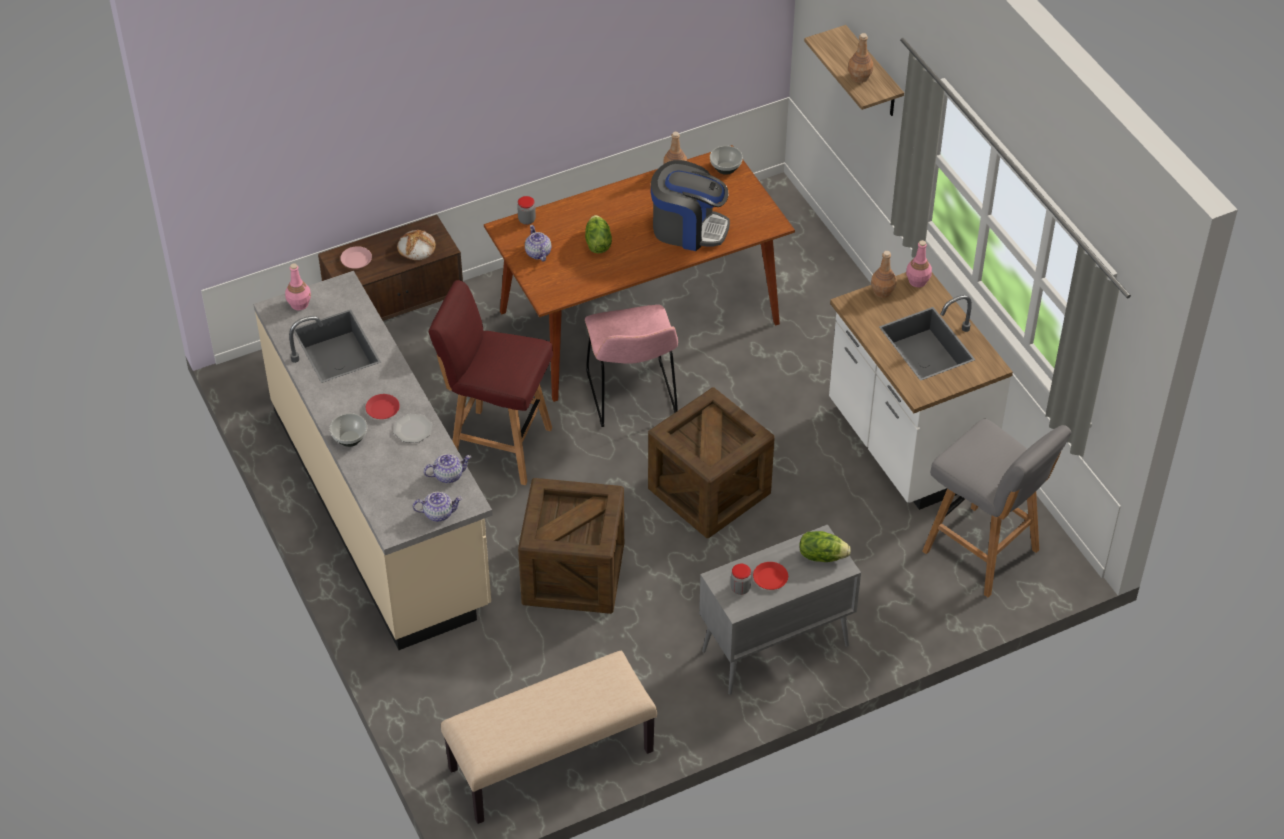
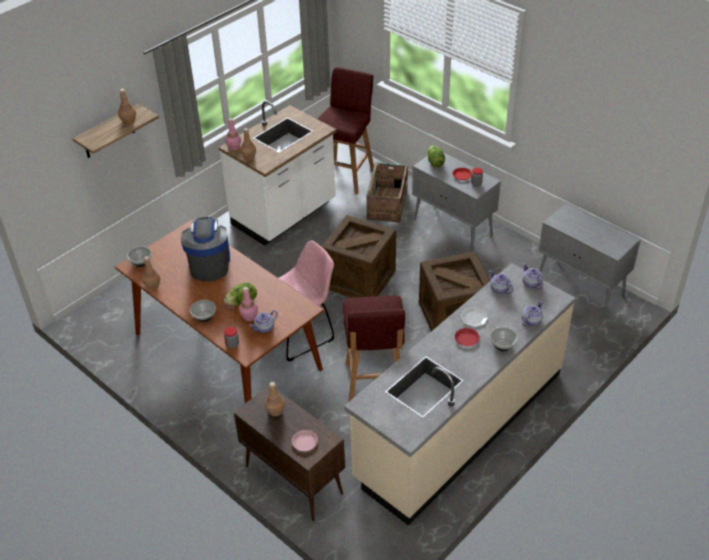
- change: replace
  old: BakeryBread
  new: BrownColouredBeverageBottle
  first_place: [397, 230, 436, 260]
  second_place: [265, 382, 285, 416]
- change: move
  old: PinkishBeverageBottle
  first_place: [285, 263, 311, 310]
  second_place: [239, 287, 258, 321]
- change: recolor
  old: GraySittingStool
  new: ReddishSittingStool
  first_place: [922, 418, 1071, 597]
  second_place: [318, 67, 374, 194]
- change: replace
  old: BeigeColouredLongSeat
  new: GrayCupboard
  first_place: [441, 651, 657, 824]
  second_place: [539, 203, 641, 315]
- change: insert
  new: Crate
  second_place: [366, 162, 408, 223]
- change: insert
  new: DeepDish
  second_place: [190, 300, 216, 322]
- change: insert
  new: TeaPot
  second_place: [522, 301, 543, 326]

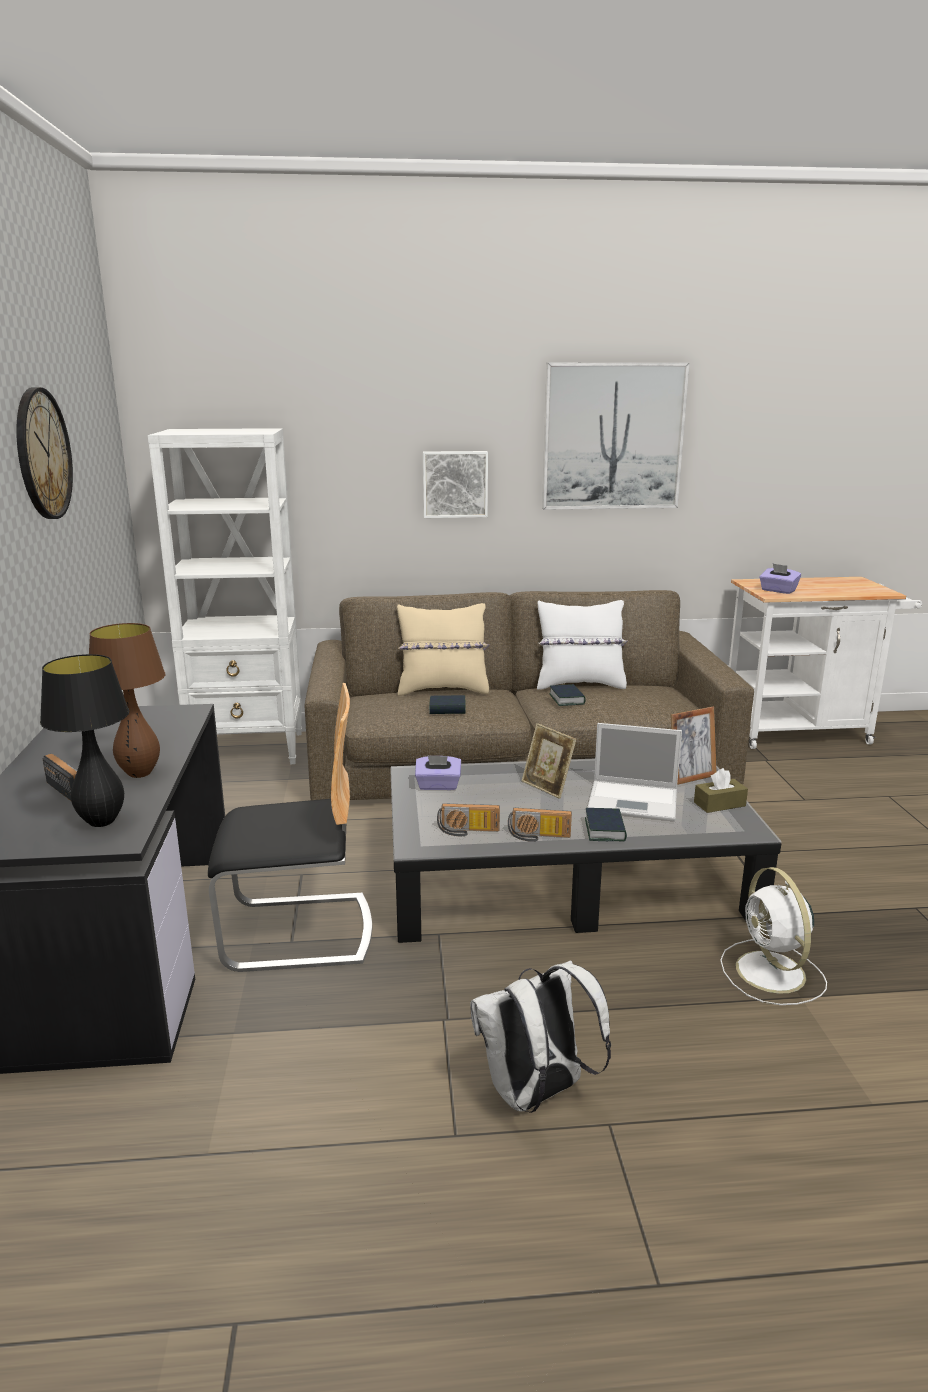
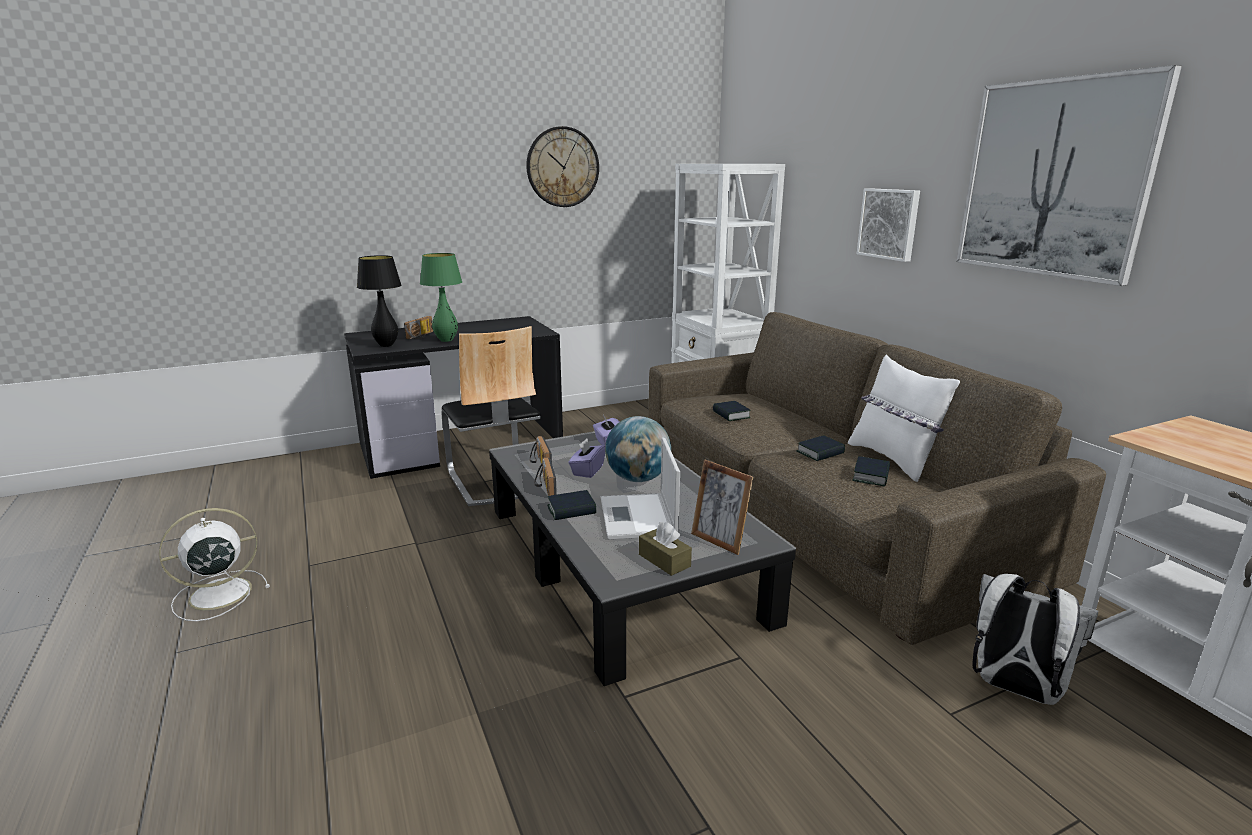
- change: move
  old: PurplishBoxOfTissues
  first_place: [759, 564, 801, 594]
  second_place: [569, 438, 605, 478]
- change: delete
  old: BeigeColouredThrowPillow
  first_place: [397, 603, 489, 695]
- change: recolor
  old: BrownColouredTabletopLamp
  new: GreenTabletopLamp
  first_place: [89, 623, 165, 778]
  second_place: [420, 253, 462, 342]
- change: replace
  old: PhotoFrame
  new: WorldGlobe
  first_place: [522, 723, 576, 799]
  second_place: [605, 416, 671, 482]
- change: move
  old: WhiteColouredElectricFan
  first_place: [720, 867, 827, 1005]
  second_place: [159, 508, 270, 621]
- change: move
  old: WhiteColouredKnapsack
  first_place: [470, 960, 611, 1113]
  second_place: [973, 574, 1098, 705]
- change: insert
  new: Book
  second_place: [852, 456, 890, 487]

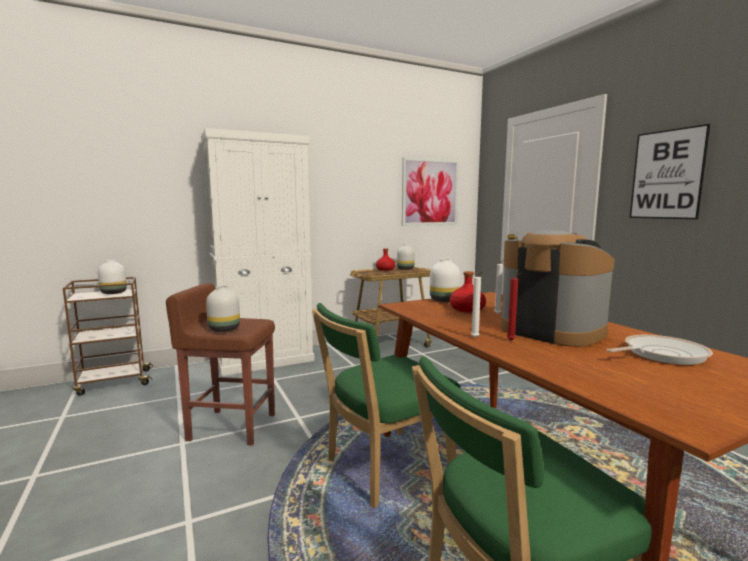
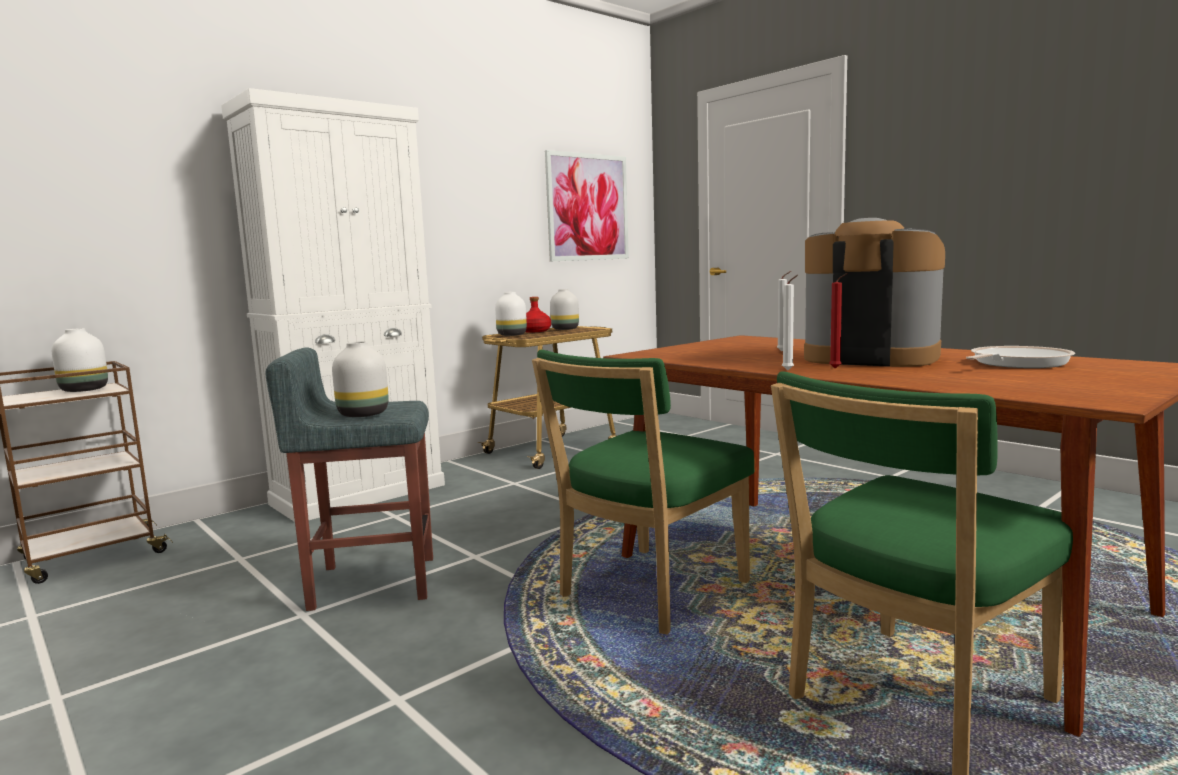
- change: delete
  old: WallArt
  first_place: [630, 124, 710, 219]
- change: move
  old: WhiteColouredFlowerVase
  first_place: [430, 258, 460, 302]
  second_place: [495, 292, 527, 336]
- change: delete
  old: ReddishBeverageBottle
  first_place: [450, 271, 486, 312]
- change: recolor
  old: BrownColouredSittingStool
  new: GraySittingStool
  first_place: [166, 283, 275, 446]
  second_place: [266, 347, 433, 611]

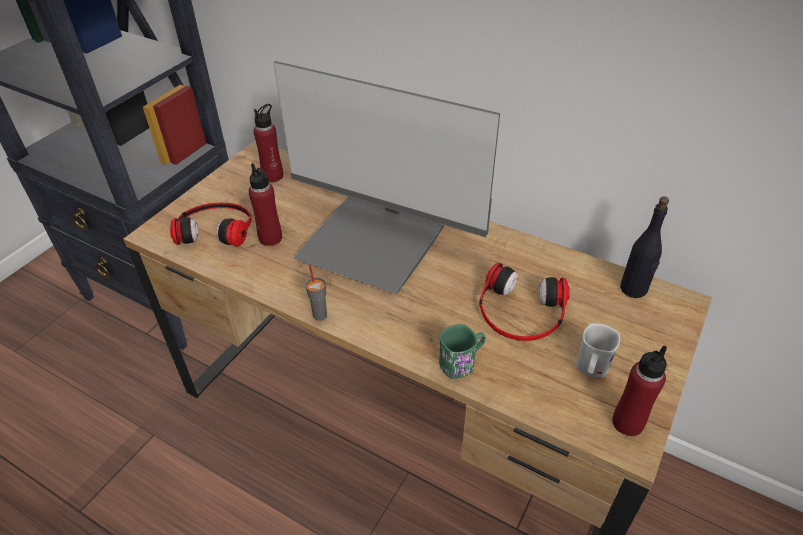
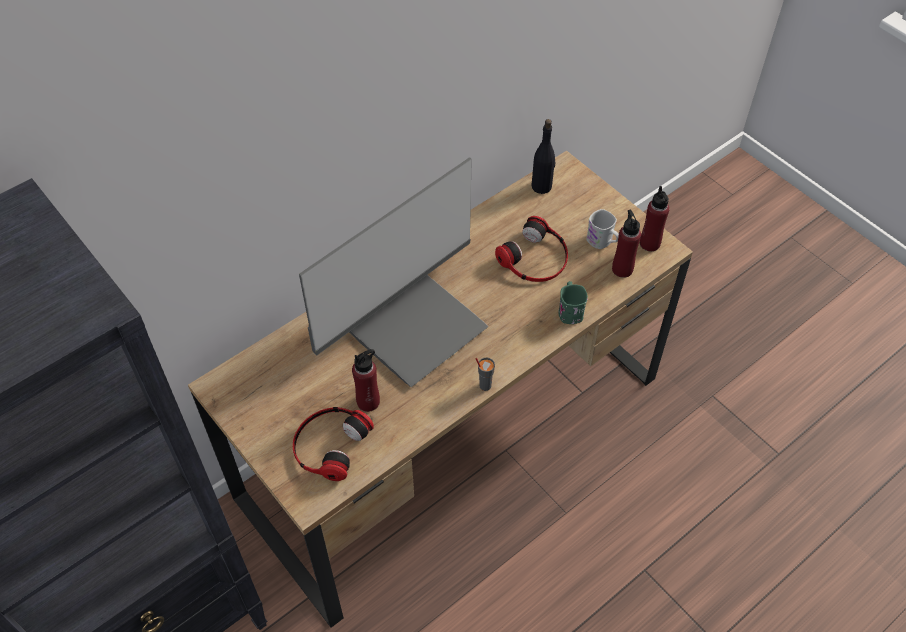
- change: move
  old: ReddishBeverageBottle
  first_place: [253, 104, 283, 183]
  second_place: [612, 210, 641, 278]

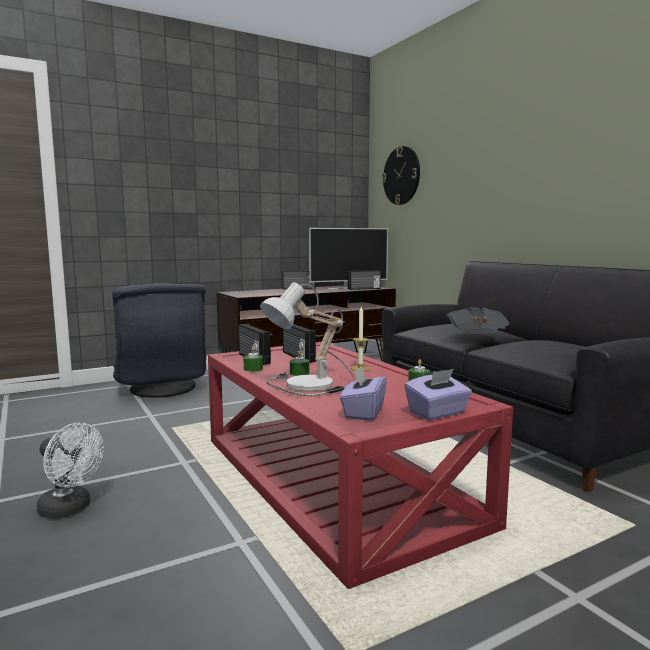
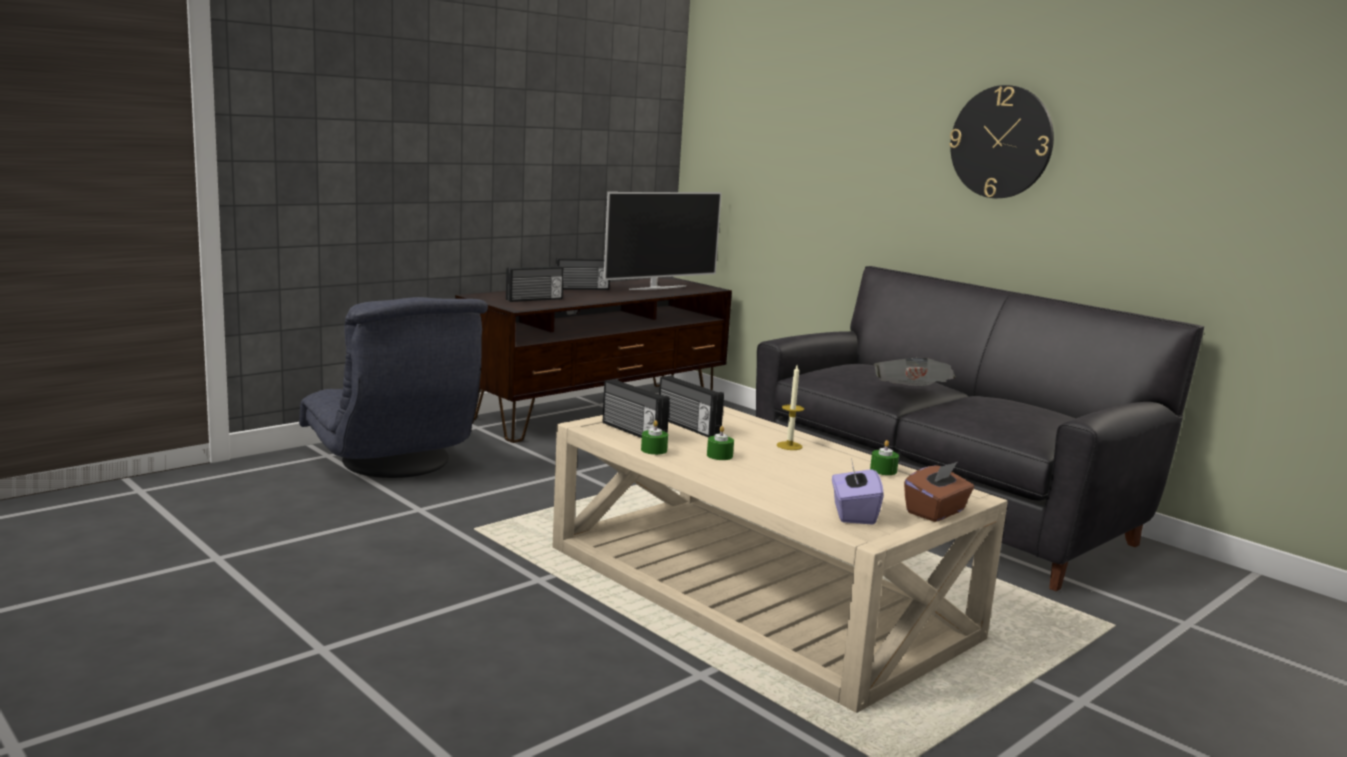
- change: move
  old: HangingClock
  first_place: [382, 146, 420, 205]
  second_place: [949, 85, 1054, 198]
- change: move
  old: Radio
  first_place: [348, 270, 381, 290]
  second_place: [506, 266, 564, 302]
- change: delete
  old: TabletopLamp
  first_place: [260, 282, 355, 396]
- change: recolor
  old: ReddishCoffeeTable
  new: BeigeColouredCoffeeTable
  first_place: [208, 342, 513, 589]
  second_place: [553, 406, 1008, 713]
- change: recolor
  old: PurplishBoxOfTissues
  new: BrownColouredBoxOfTissues
  first_place: [405, 369, 472, 420]
  second_place: [904, 462, 974, 522]
- change: delete
  old: WhiteColouredElectricFan
  first_place: [37, 423, 104, 518]

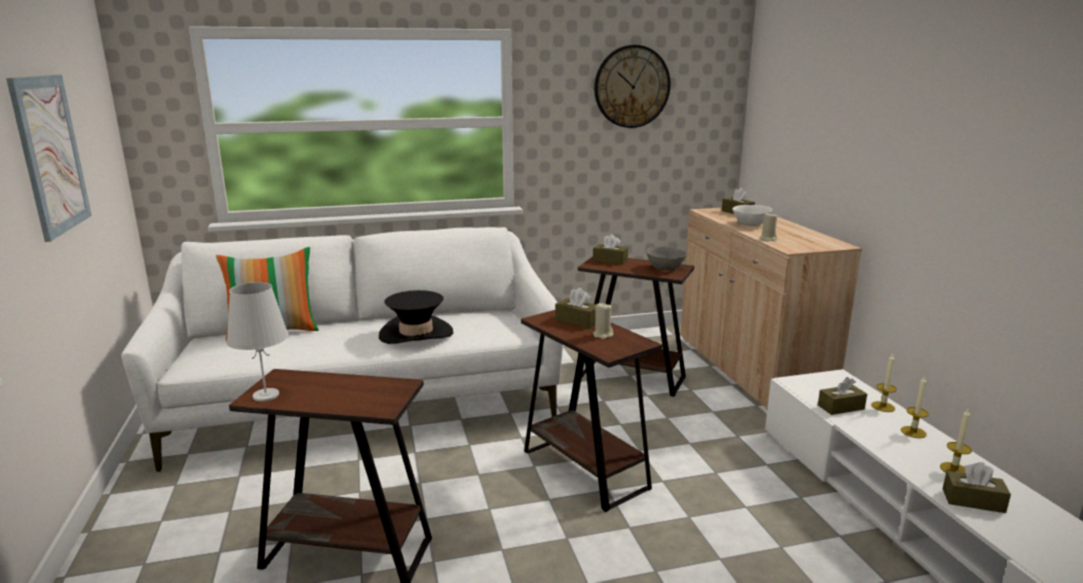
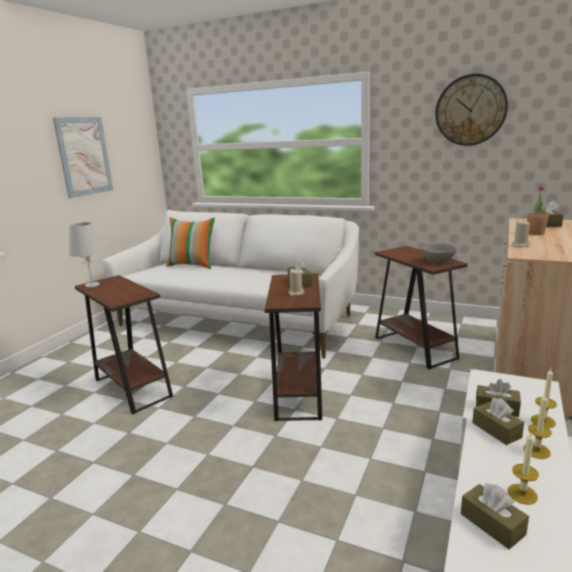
- change: replace
  old: WhiteColouredDeepDish
  new: PlantInAPot
  first_place: [733, 205, 772, 226]
  second_place: [527, 185, 549, 235]
- change: move
  old: BrownColouredBoxOfTissues
  first_place: [593, 234, 628, 265]
  second_place: [472, 398, 524, 445]
- change: delete
  old: BlackishClothingHat
  first_place: [379, 290, 453, 344]

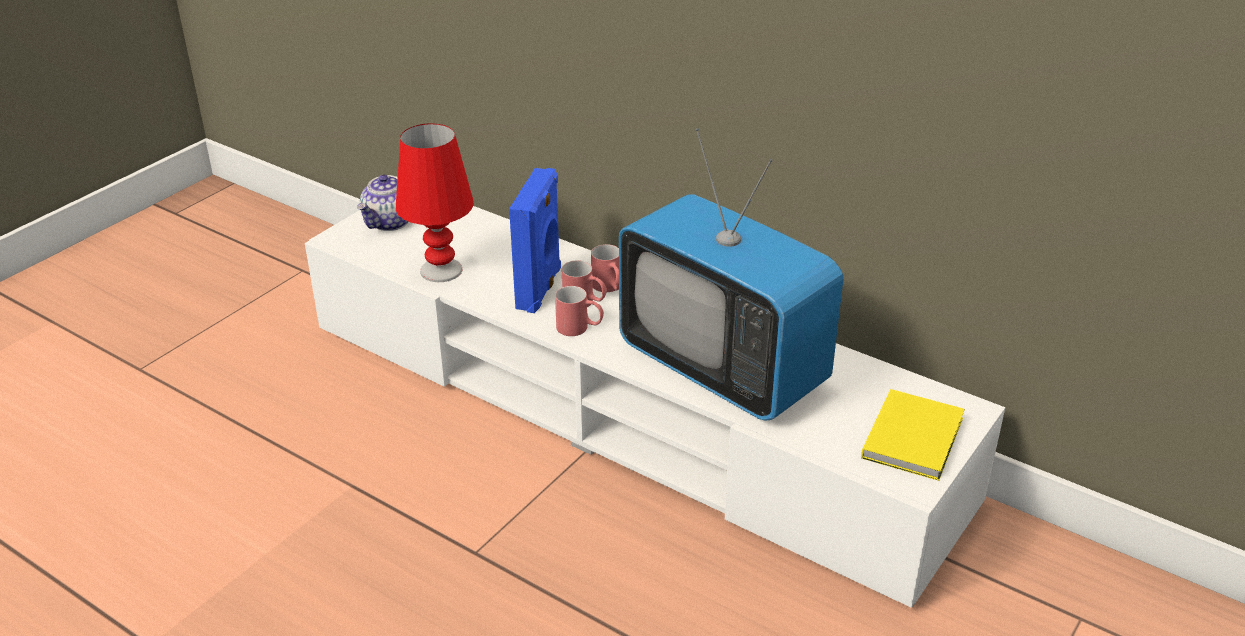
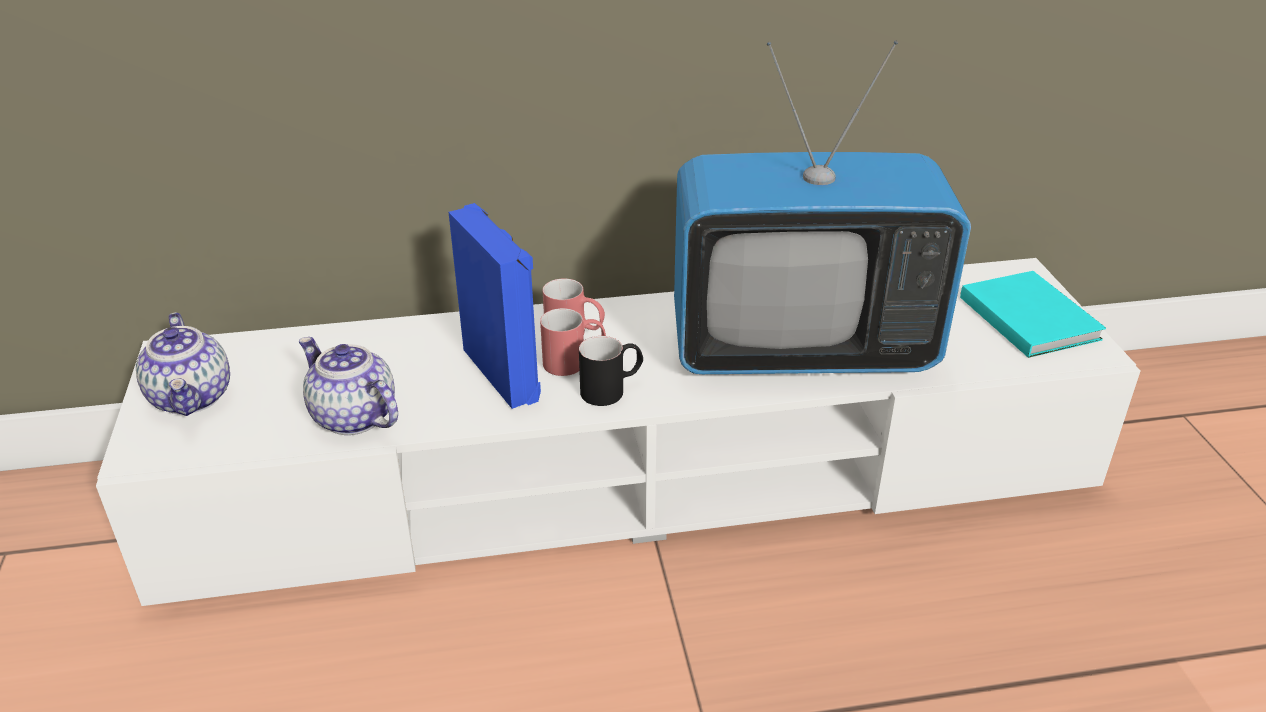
- change: replace
  old: ReddishTabletopLamp
  new: TeaPot
  first_place: [396, 123, 474, 282]
  second_place: [299, 337, 398, 435]
- change: recolor
  old: ReddishTeaMug
  new: BlackishTeaMug
  first_place: [555, 286, 604, 336]
  second_place: [579, 336, 643, 406]
- change: recolor
  old: YellowColouredBook
  new: BlueGreenBook
  first_place: [861, 389, 965, 481]
  second_place: [960, 271, 1106, 358]

